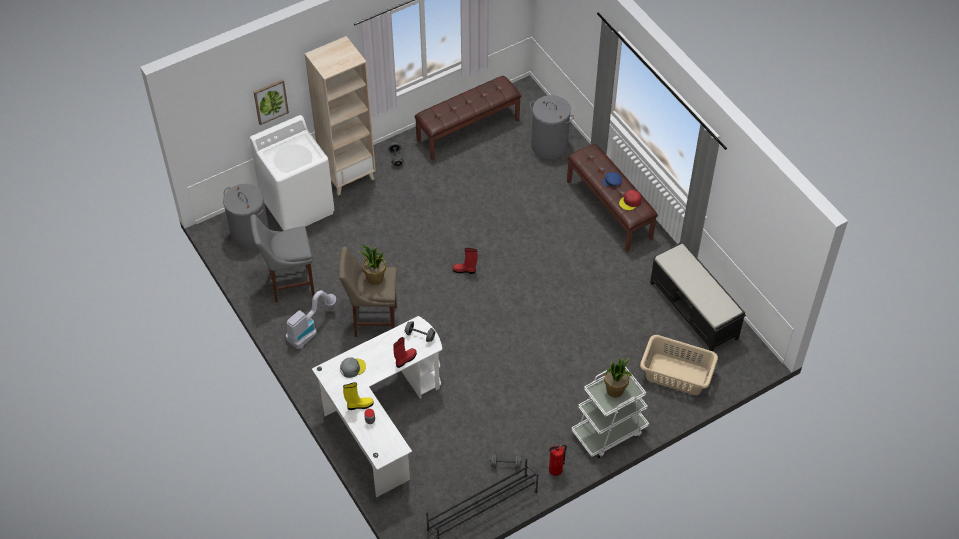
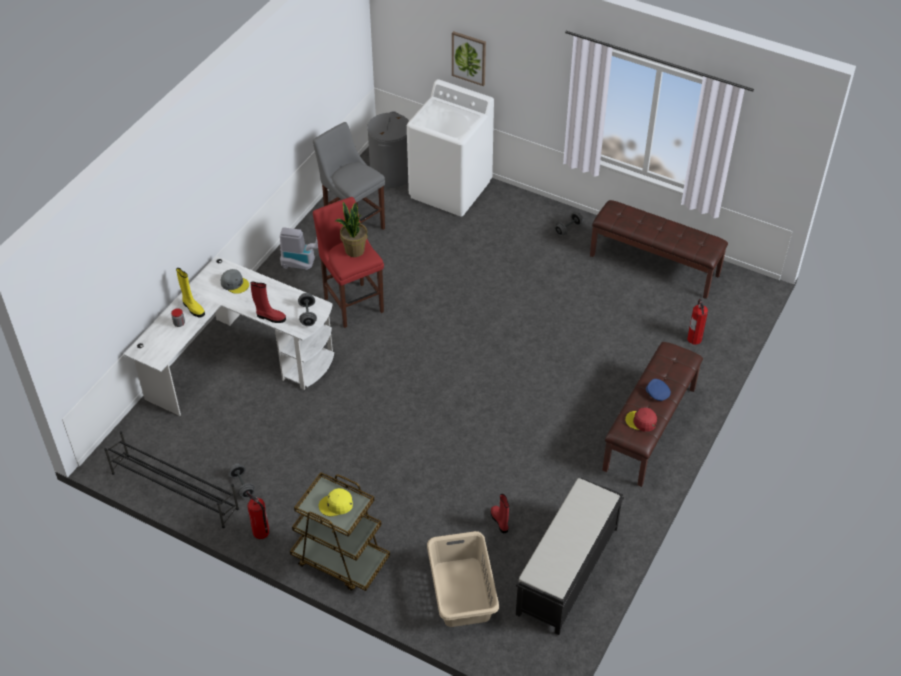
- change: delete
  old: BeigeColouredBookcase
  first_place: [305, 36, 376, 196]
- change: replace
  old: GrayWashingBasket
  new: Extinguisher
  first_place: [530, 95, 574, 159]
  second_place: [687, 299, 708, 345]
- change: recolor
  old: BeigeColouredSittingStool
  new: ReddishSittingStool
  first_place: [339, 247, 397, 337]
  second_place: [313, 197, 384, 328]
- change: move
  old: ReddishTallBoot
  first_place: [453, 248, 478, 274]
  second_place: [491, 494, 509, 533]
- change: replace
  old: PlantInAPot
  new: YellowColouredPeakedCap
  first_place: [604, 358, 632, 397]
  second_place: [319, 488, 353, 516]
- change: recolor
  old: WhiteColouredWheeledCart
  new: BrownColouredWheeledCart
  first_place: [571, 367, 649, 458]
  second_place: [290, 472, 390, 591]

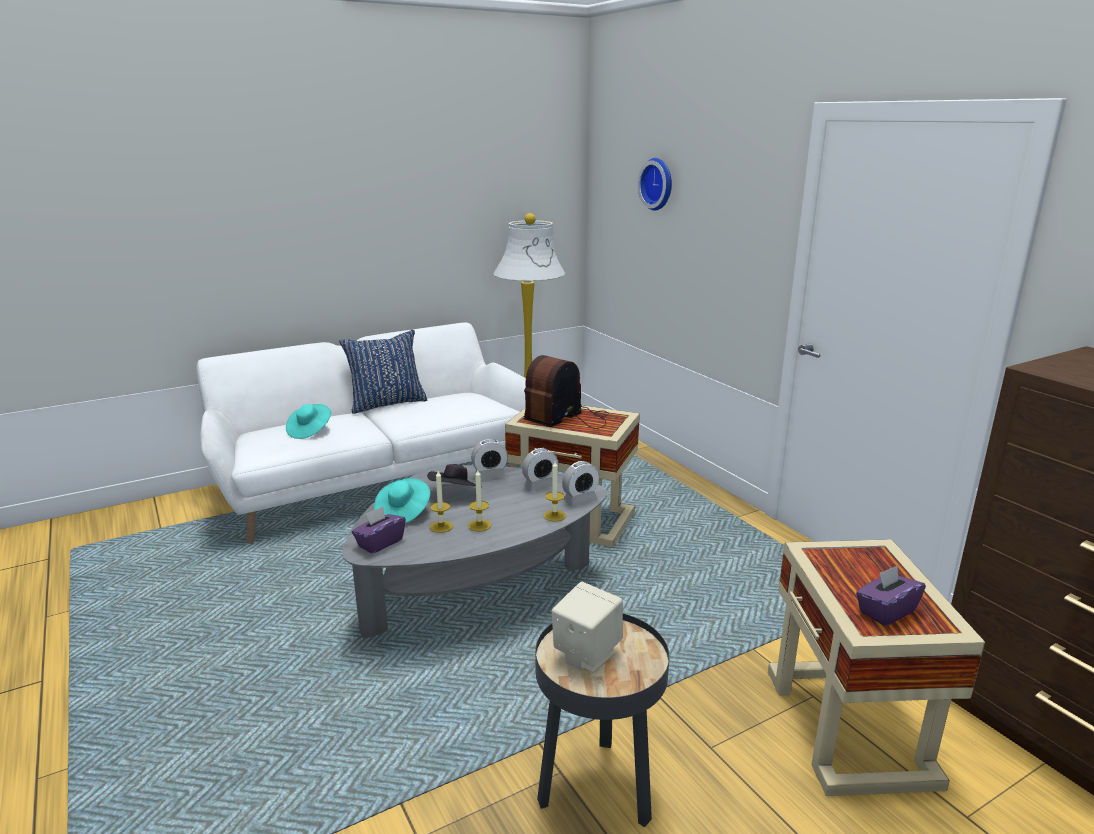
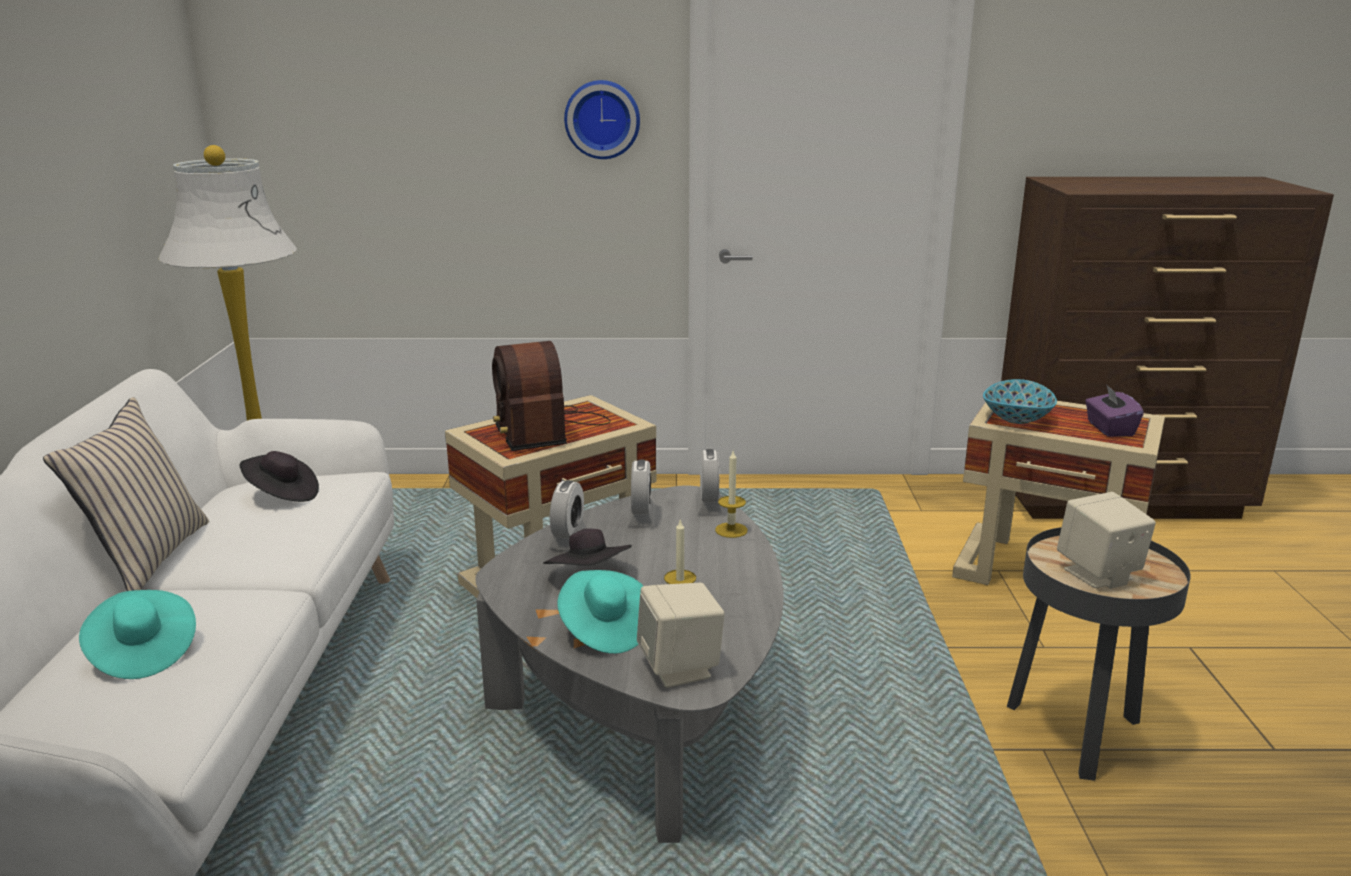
- change: move
  old: HangingClock
  first_place: [638, 158, 672, 211]
  second_place: [564, 80, 640, 159]
- change: recolor
  old: BlueColouredThrowPillow
  new: BeigeColouredThrowPillow
  first_place: [339, 330, 428, 414]
  second_place: [43, 397, 209, 591]
- change: delete
  old: Candle
  first_place: [468, 470, 491, 532]
- change: replace
  old: PurplishBoxOfTissues
  new: BeigeColouredLoudspeaker
  first_place: [352, 506, 406, 554]
  second_place: [637, 583, 725, 688]
- change: insert
  new: DeepDish
  second_place: [983, 379, 1057, 424]
- change: insert
  new: BlackishClothingHat
  second_place: [240, 451, 319, 502]

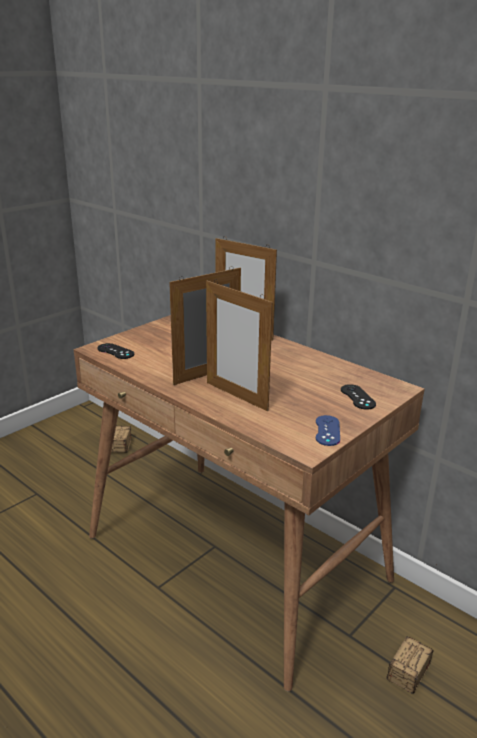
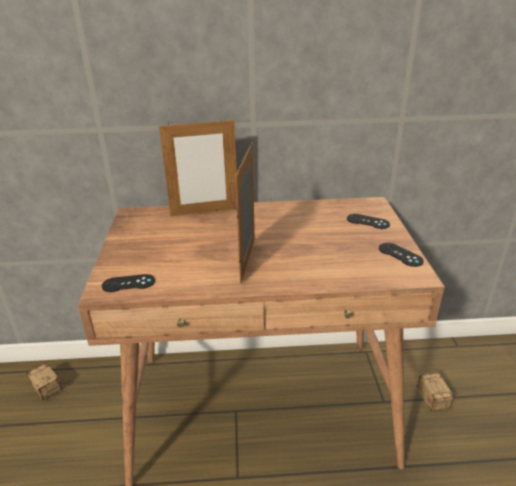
- change: delete
  old: PhotoFrame
  first_place: [206, 279, 273, 411]
- change: recolor
  old: BlueColouredGameController
  new: BlackishGameController
  first_place: [316, 415, 340, 446]
  second_place: [379, 243, 424, 267]

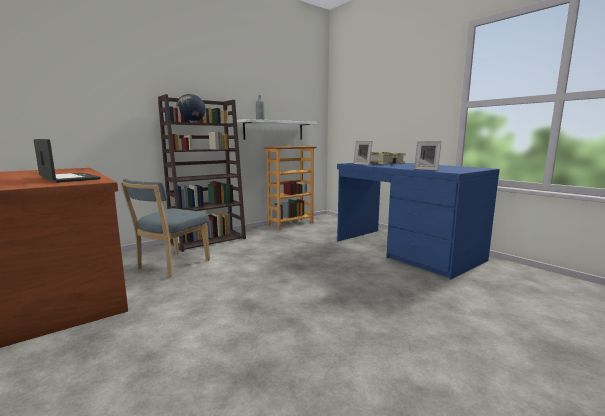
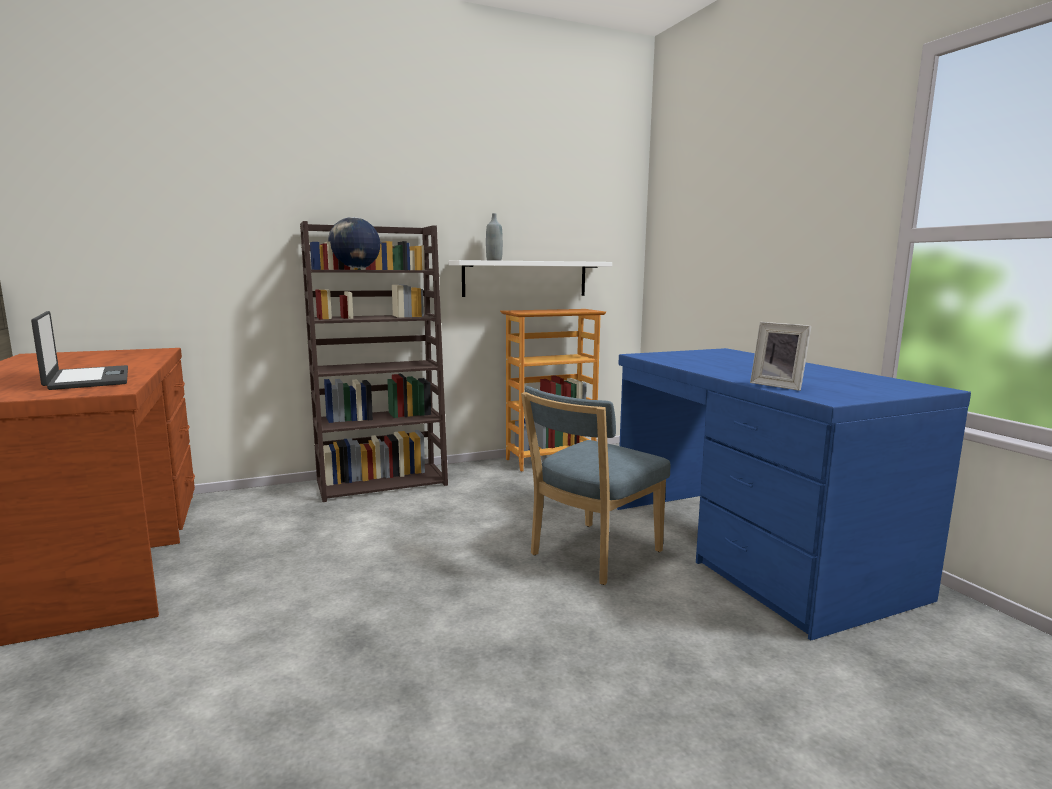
- change: delete
  old: PhotoFrame
  first_place: [353, 141, 373, 165]
- change: delete
  old: Book
  first_place: [370, 152, 406, 164]
- change: move
  old: BlueColouredUprightChair
  first_place: [120, 179, 210, 277]
  second_place: [521, 386, 670, 585]

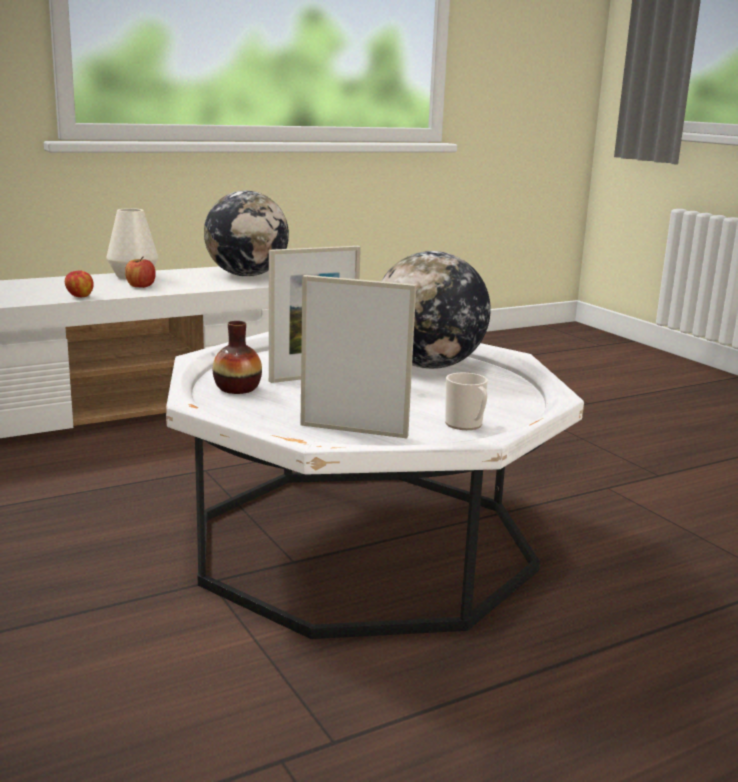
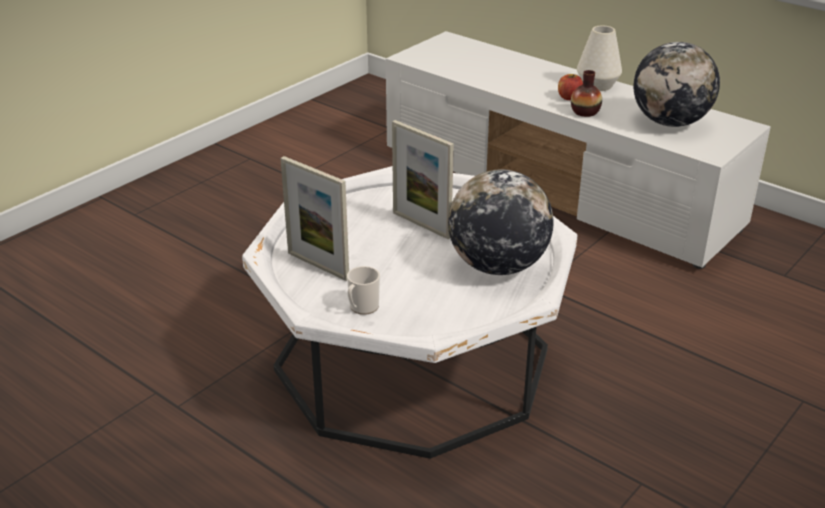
- change: delete
  old: WholeApple
  first_place: [65, 270, 94, 297]
- change: rotate
  old: PhotoFrame
  first_place: [300, 275, 416, 439]
  second_place: [280, 156, 349, 281]
  degrees: 135
- change: move
  old: FlowerVase
  first_place: [213, 321, 262, 394]
  second_place: [571, 70, 602, 117]

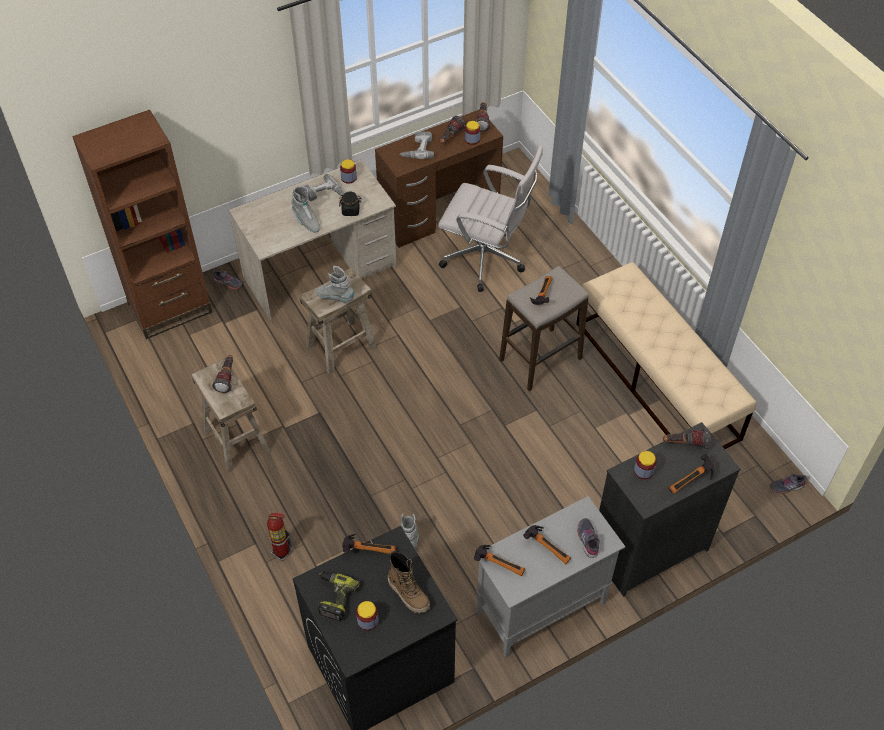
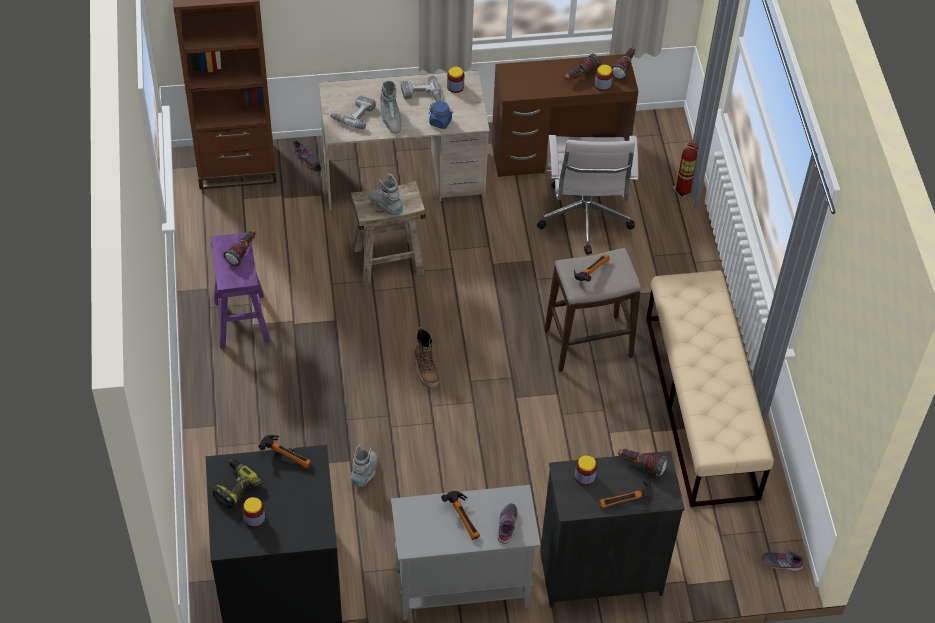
- change: move
  old: ElectricDrill
  first_place: [400, 132, 434, 159]
  second_place: [330, 95, 376, 129]
- change: rotate
  old: WhiteColouredDeskChair
  first_place: [438, 145, 543, 292]
  second_place: [537, 135, 638, 255]
  degrees: 45
- change: recolor
  old: BlackishPreserveJar
  new: BlueColouredPreserveJar
  first_place: [339, 191, 361, 216]
  second_place: [429, 101, 453, 129]
- change: recolor
  old: BeigeColouredSittingStool
  new: PurplishSittingStool
  first_place: [191, 358, 271, 473]
  second_place: [211, 232, 270, 349]
- change: move
  old: Extinguisher
  first_place: [267, 513, 293, 561]
  second_place: [673, 142, 699, 199]
- change: delete
  old: ToolHammer
  first_place: [474, 545, 525, 576]
- change: move
  old: TallBoot
  first_place: [388, 550, 430, 613]
  second_place: [414, 327, 439, 388]

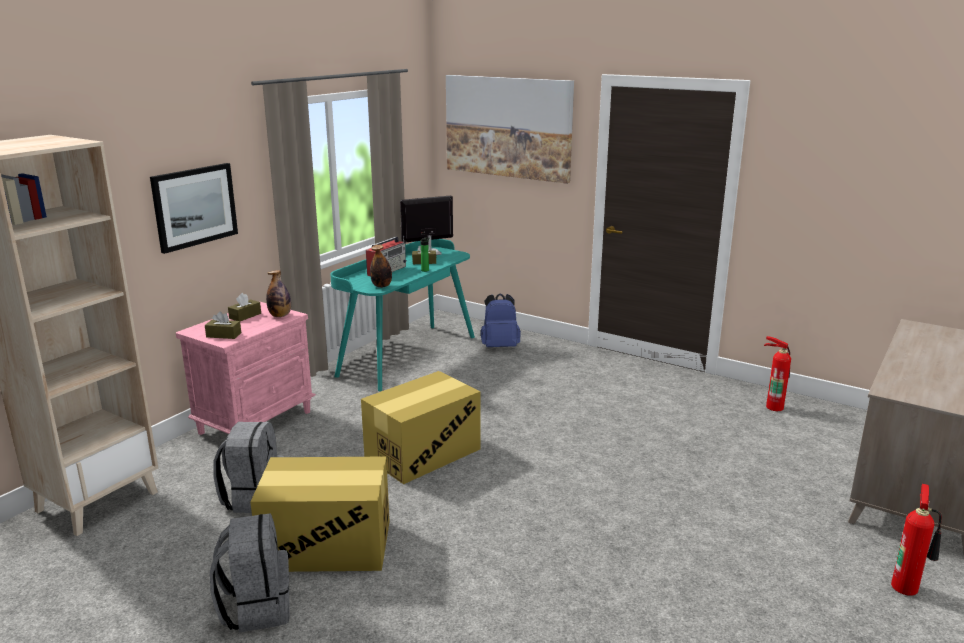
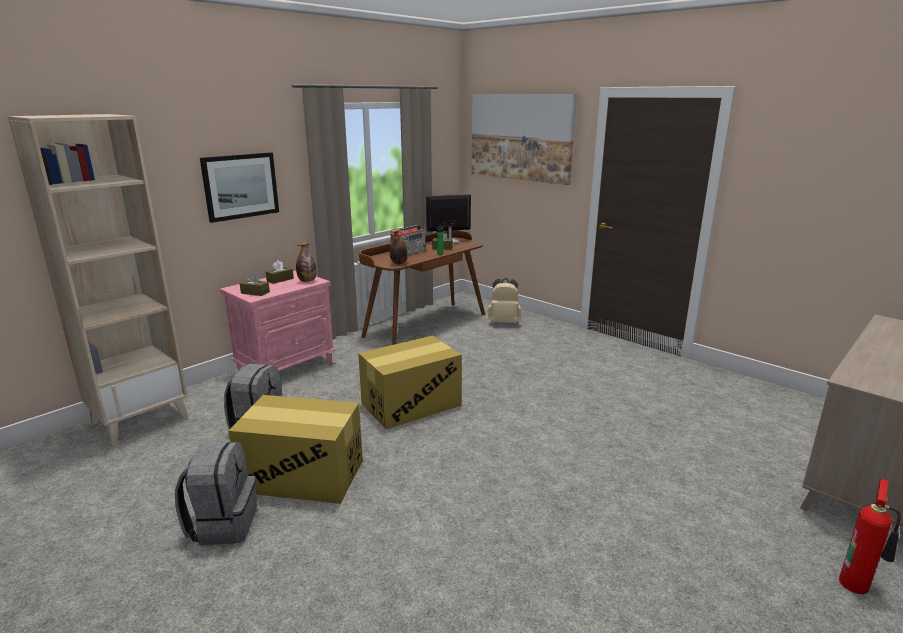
- change: recolor
  old: BlueGreenDesk
  new: BrownColouredDesk
  first_place: [330, 239, 475, 391]
  second_place: [359, 230, 485, 345]
- change: recolor
  old: BlueColouredKnapsack
  new: BeigeColouredKnapsack
  first_place: [481, 294, 521, 347]
  second_place: [488, 278, 521, 323]
- change: delete
  old: Extinguisher
  first_place: [764, 336, 791, 411]

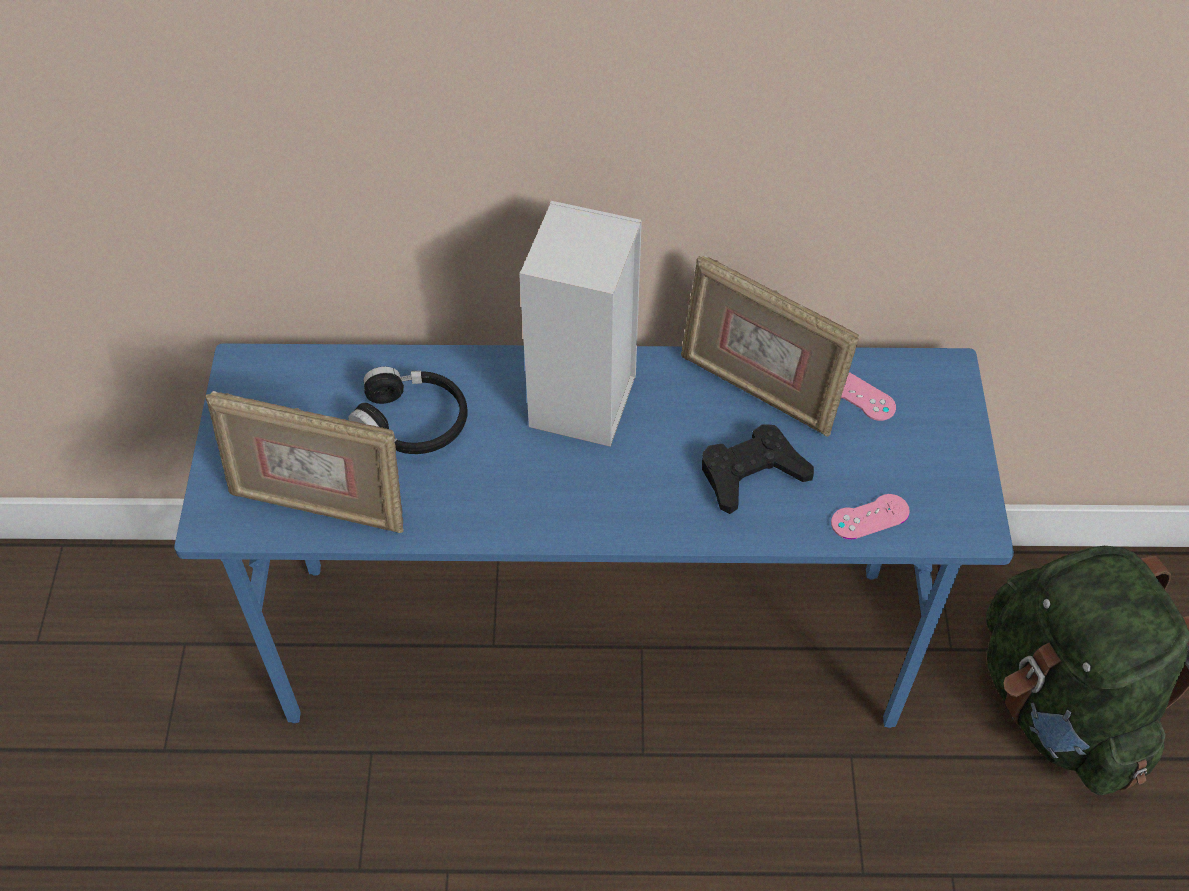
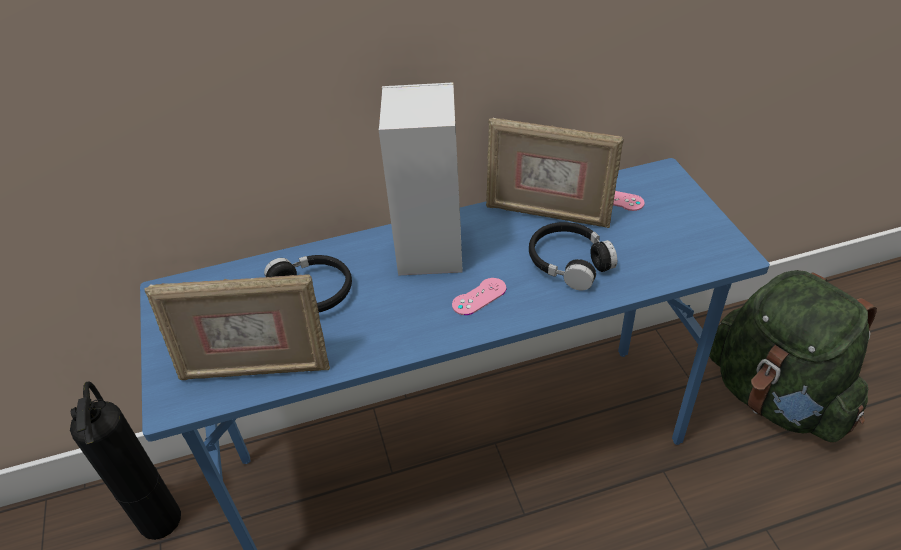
- change: replace
  old: BlackishGameController
  new: BlackishHeadphones
  first_place: [702, 425, 814, 514]
  second_place: [529, 222, 617, 291]
- change: move
  old: PinkishGameController
  first_place: [831, 494, 910, 539]
  second_place: [452, 278, 506, 315]
- change: insert
  new: Extinguisher
  second_place: [70, 381, 181, 540]

